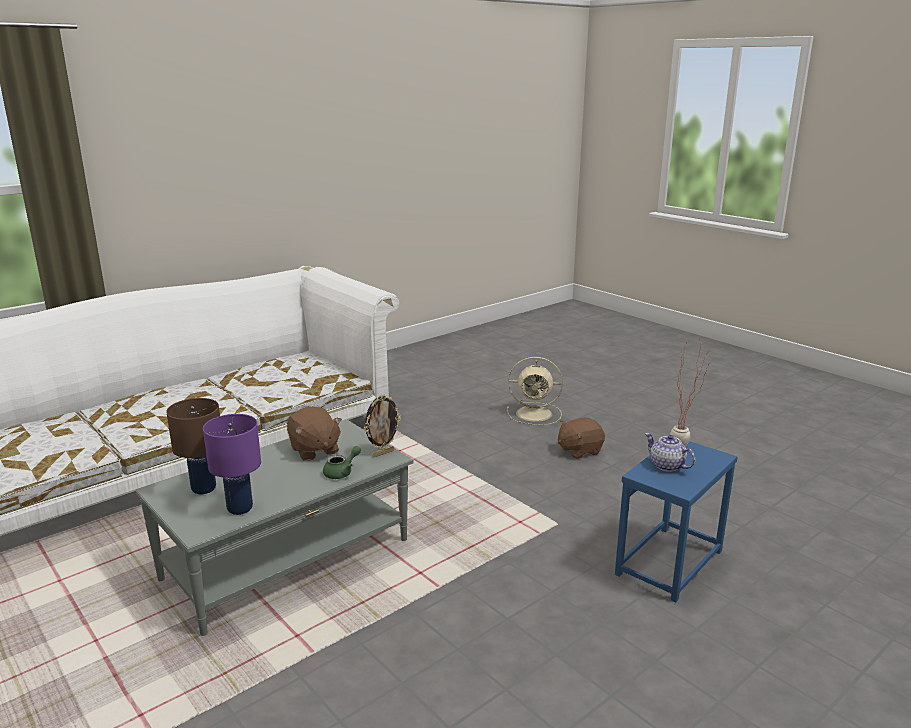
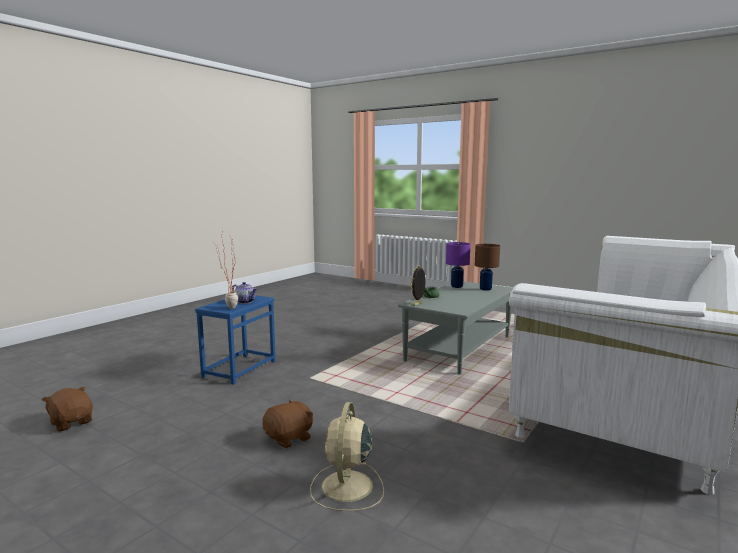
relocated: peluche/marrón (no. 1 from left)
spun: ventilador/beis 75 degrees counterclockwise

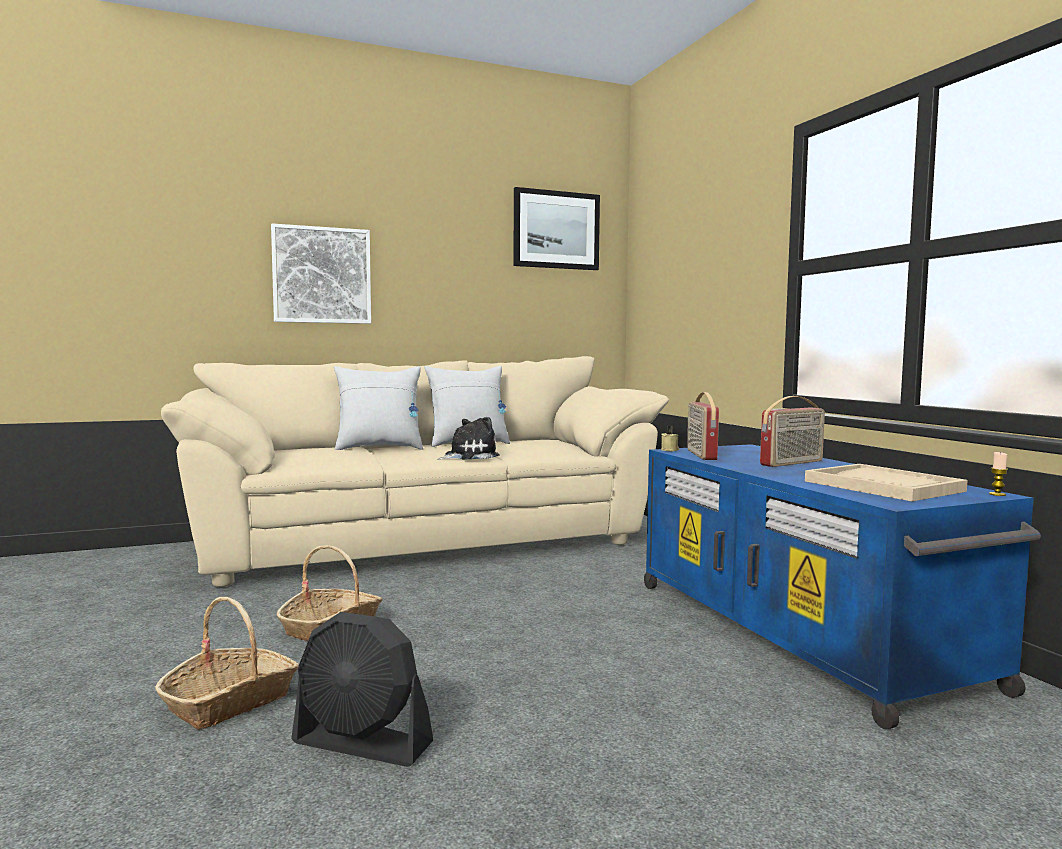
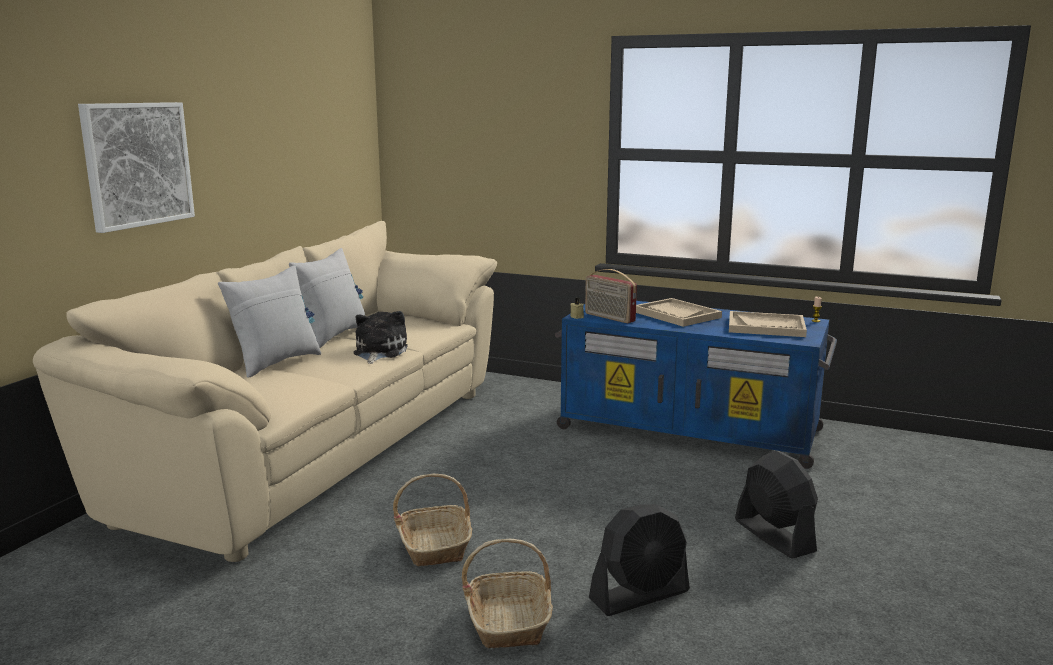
missing: cuadro (no. 2 from left)
appeared: ventilador/negro (no. 2 from left)
exchanged: radio (no. 2 from left) to bandeja/beis (no. 1 from left)

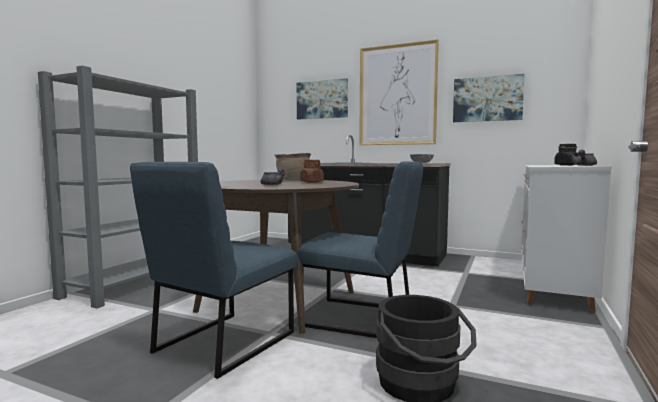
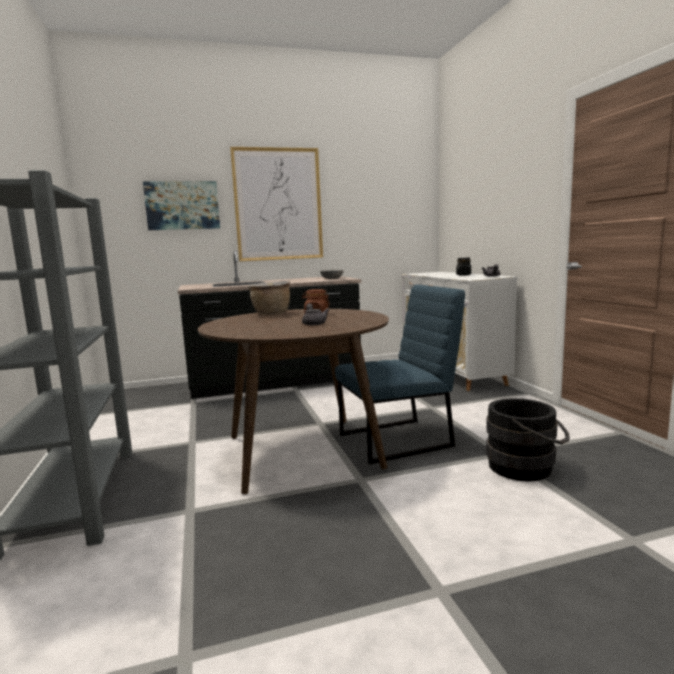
missing: cuadro (no. 3 from left); silla/azul (no. 1 from left)

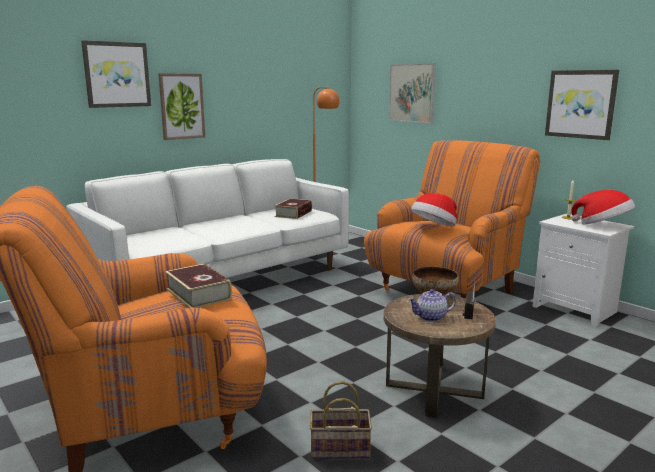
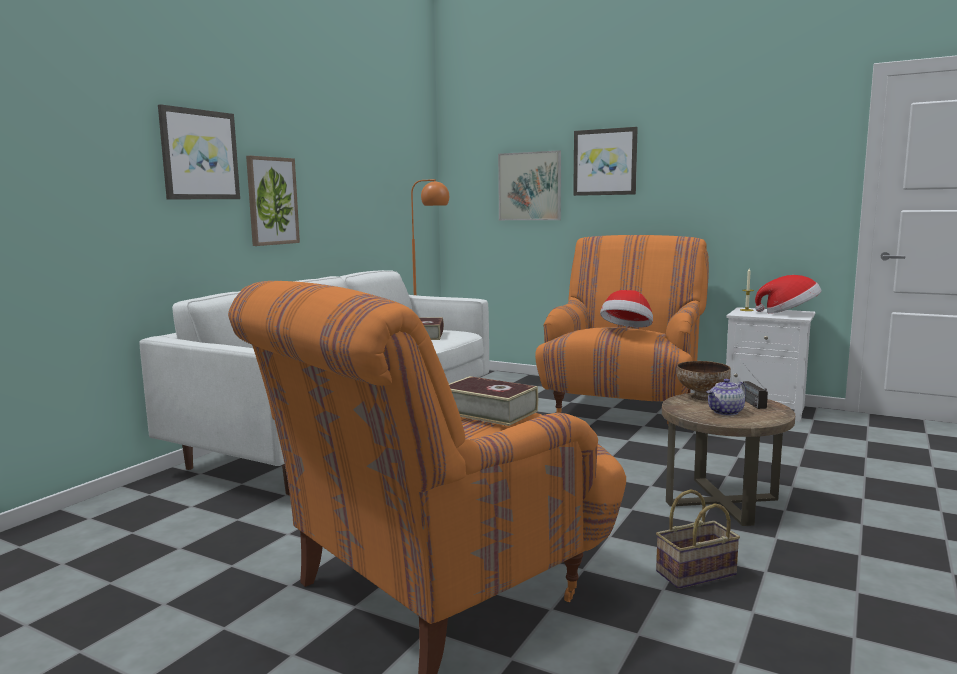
relocated: cuadro (no. 4 from left)

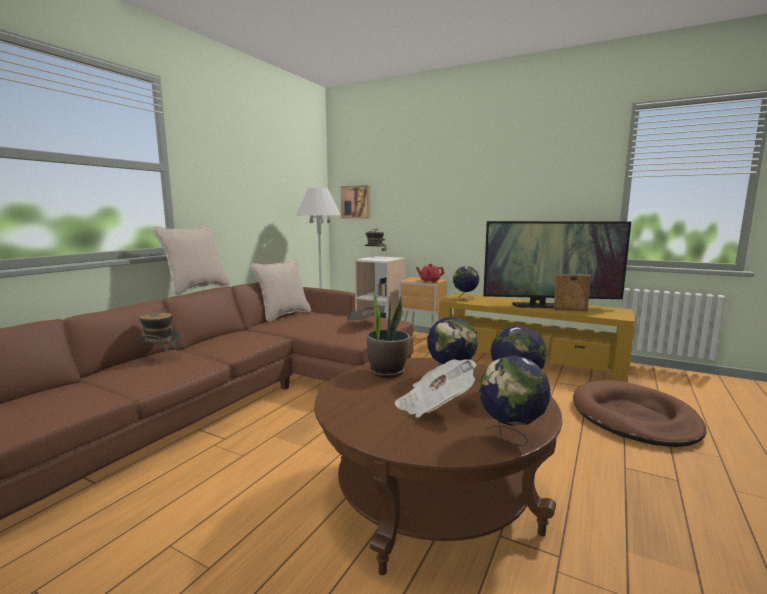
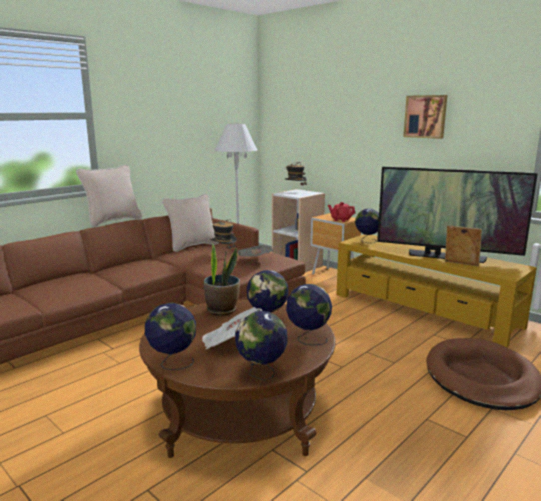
appeared: globo terráqueo (no. 1 from left)
relocated: cuadro; sombrero (no. 1 from left)

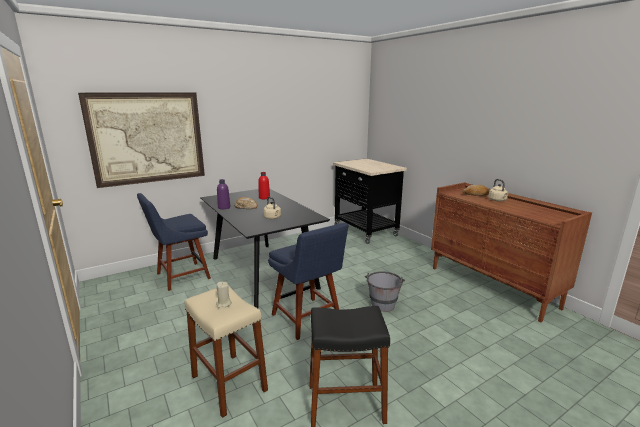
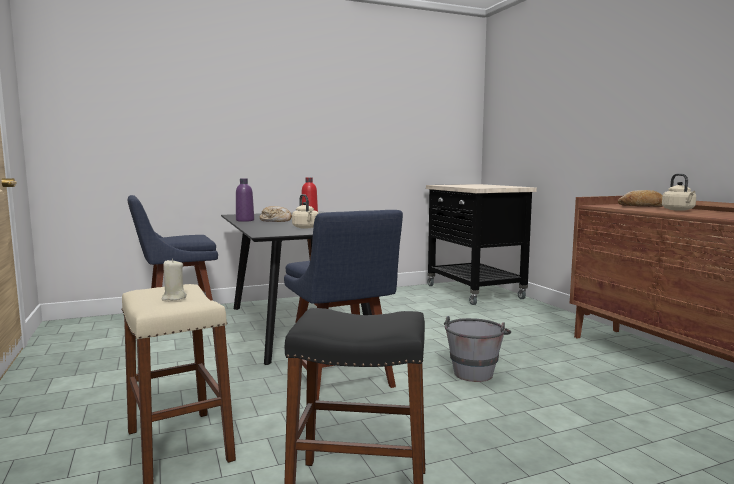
missing: cuadro

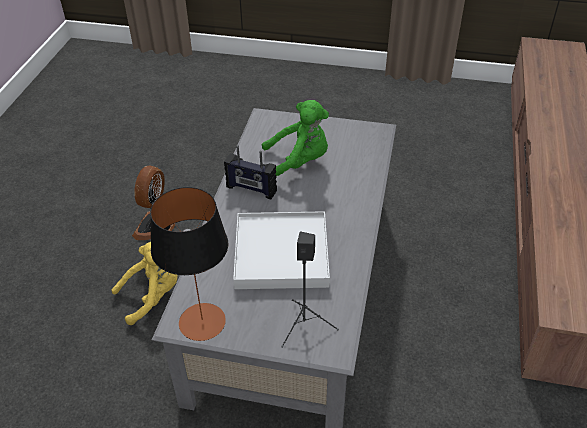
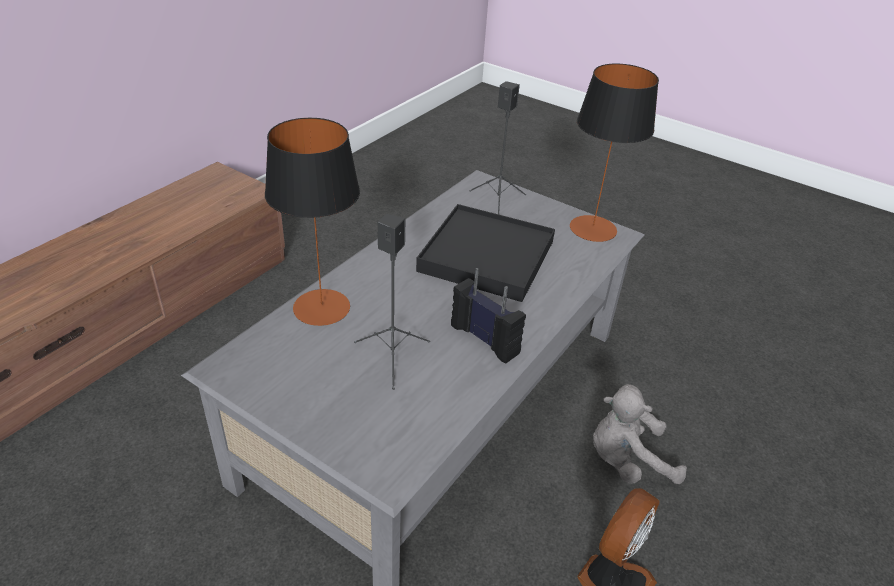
appeared: lámpara de mesa (no. 1 from left)
exchanged: peluche/verde to altavoz/negro (no. 1 from left)
colour: bandeja/blanco to bandeja/negro; peluche/amarillo to peluche/gris

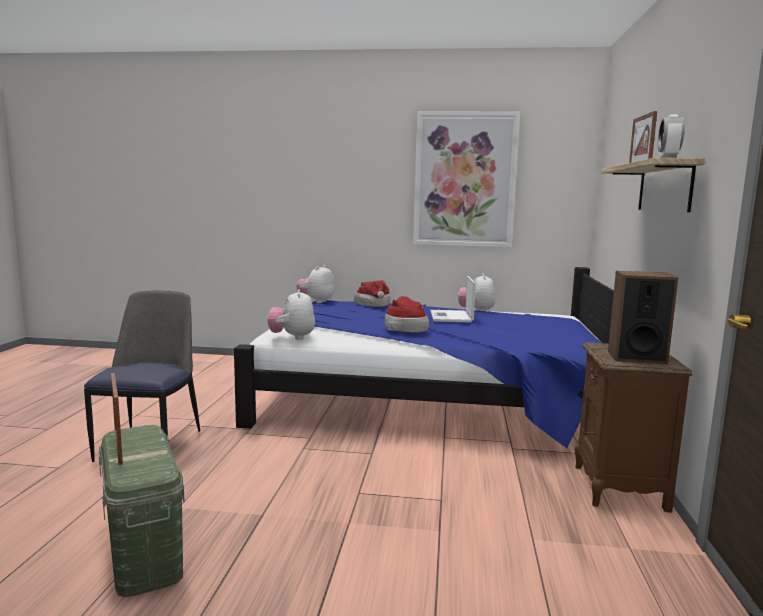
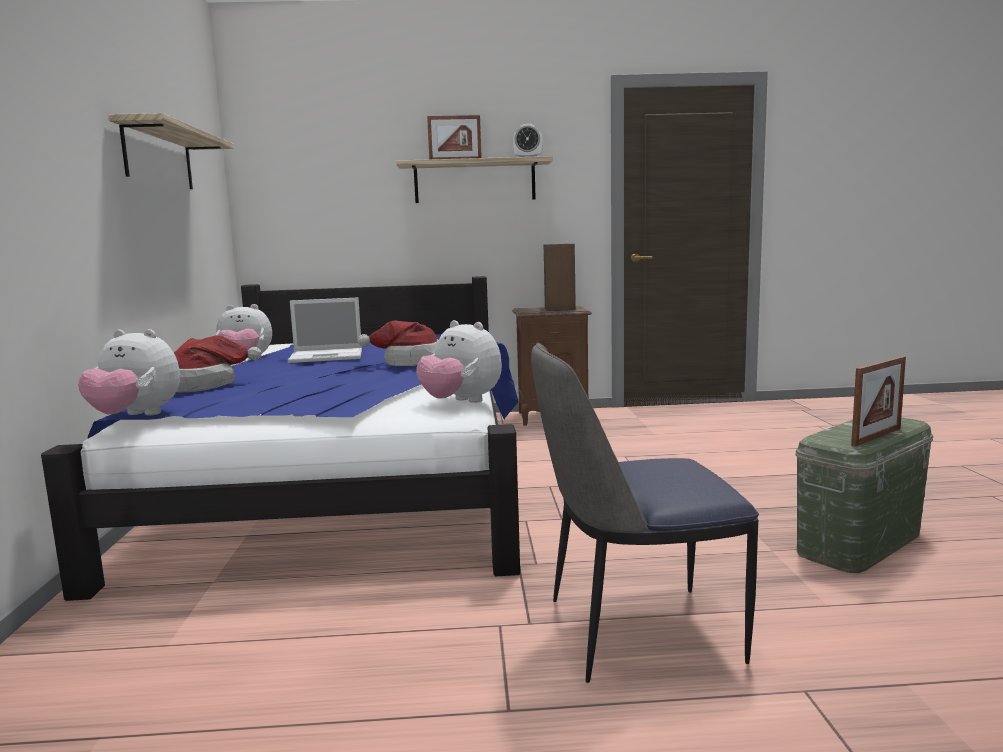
exchanged: cuadro to estante (no. 1 from left)
spun: peluche (no. 1 from left in the first image) 60 degrees clockwise

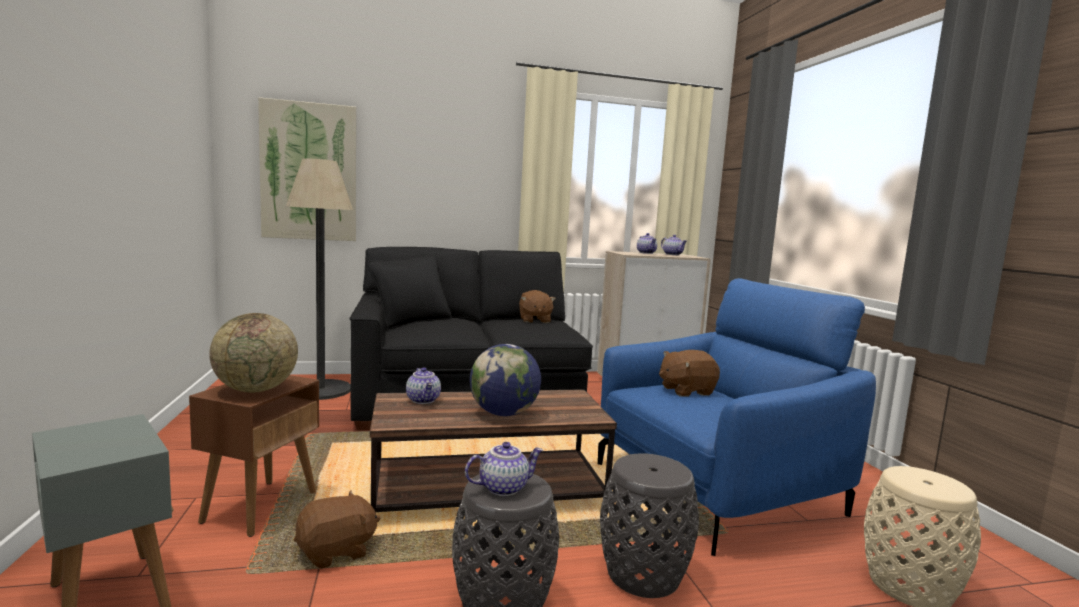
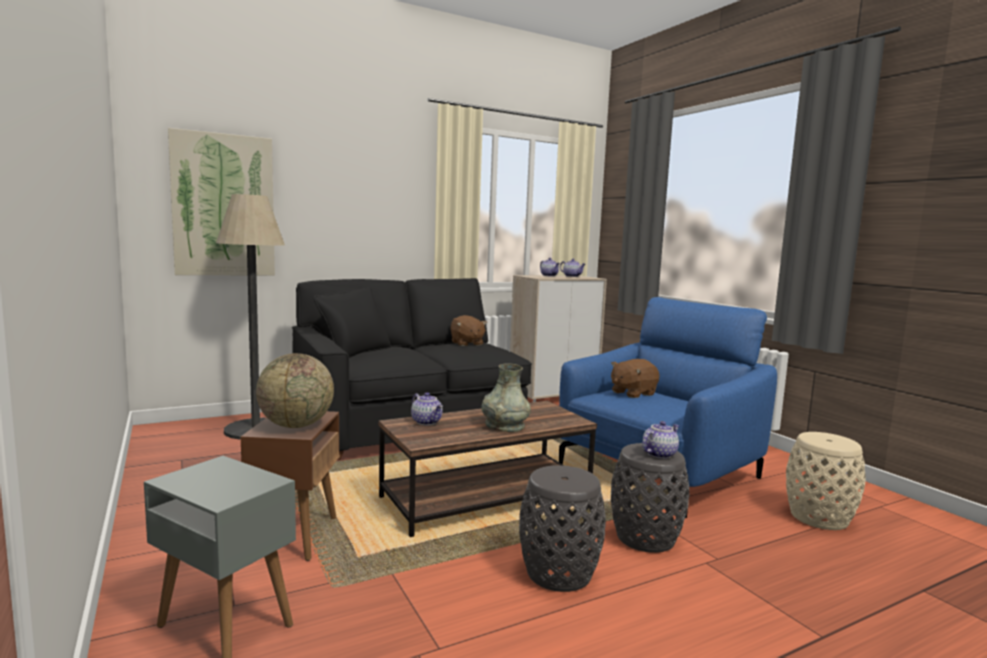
missing: peluche/marrón (no. 1 from left)
relocated: tetera (no. 2 from left in the first image) to tetera (no. 4 from left)
exchanged: globo terráqueo (no. 2 from left) to florero/gris

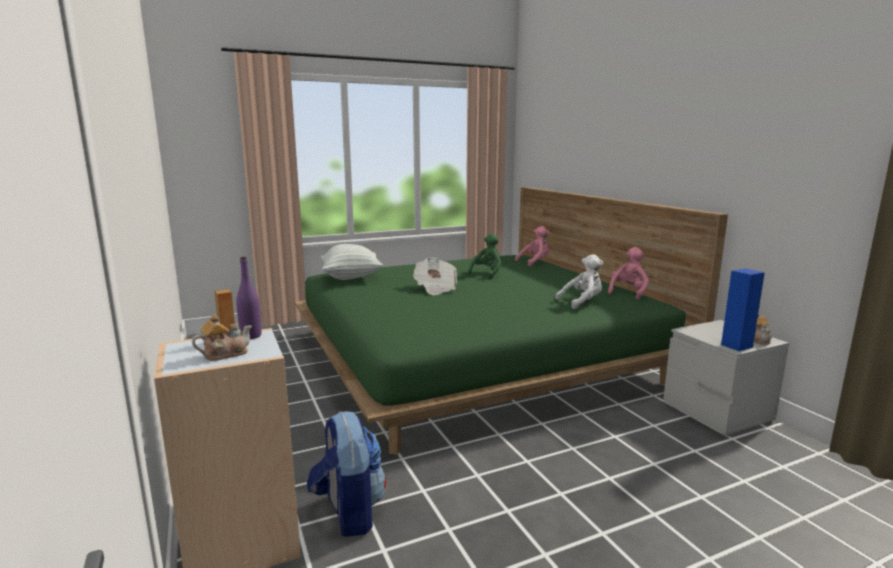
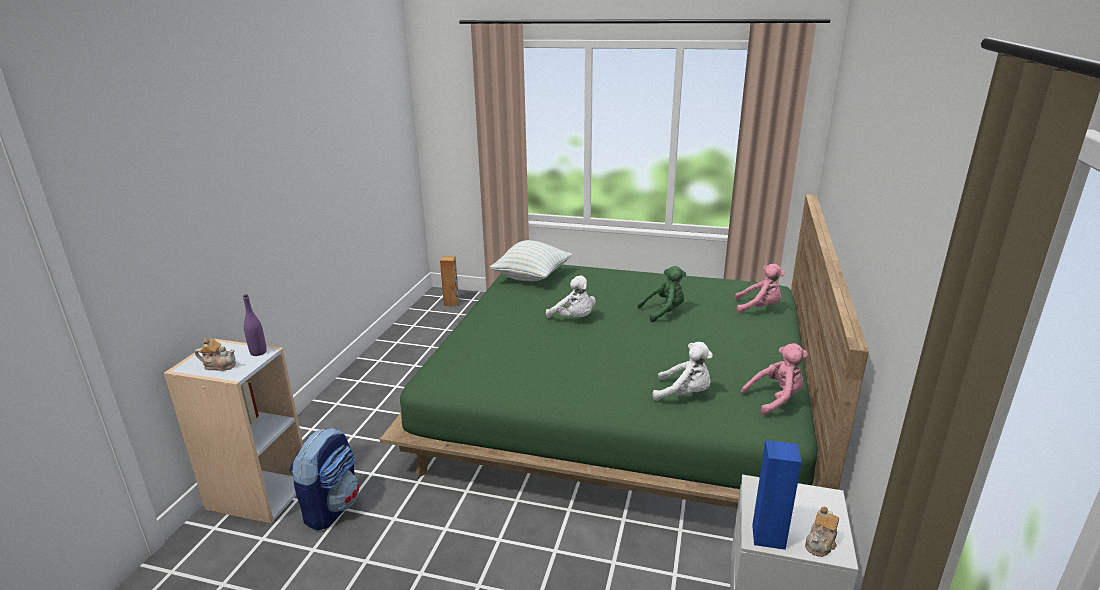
exchanged: periódico to peluche/blanco (no. 1 from left)

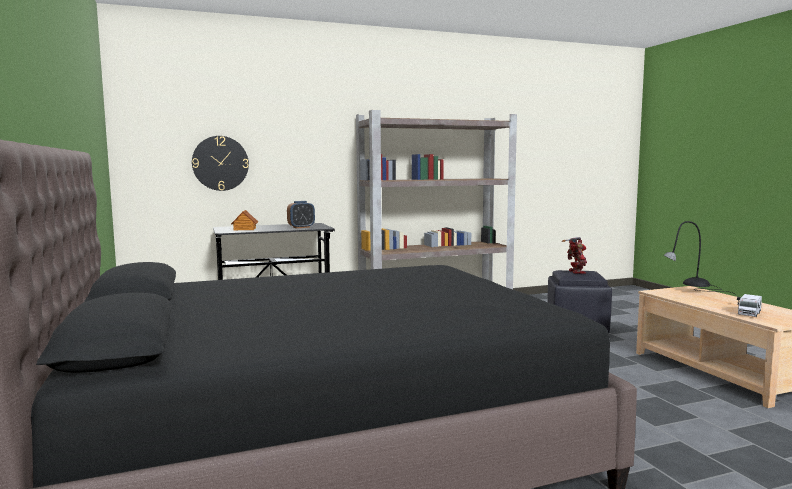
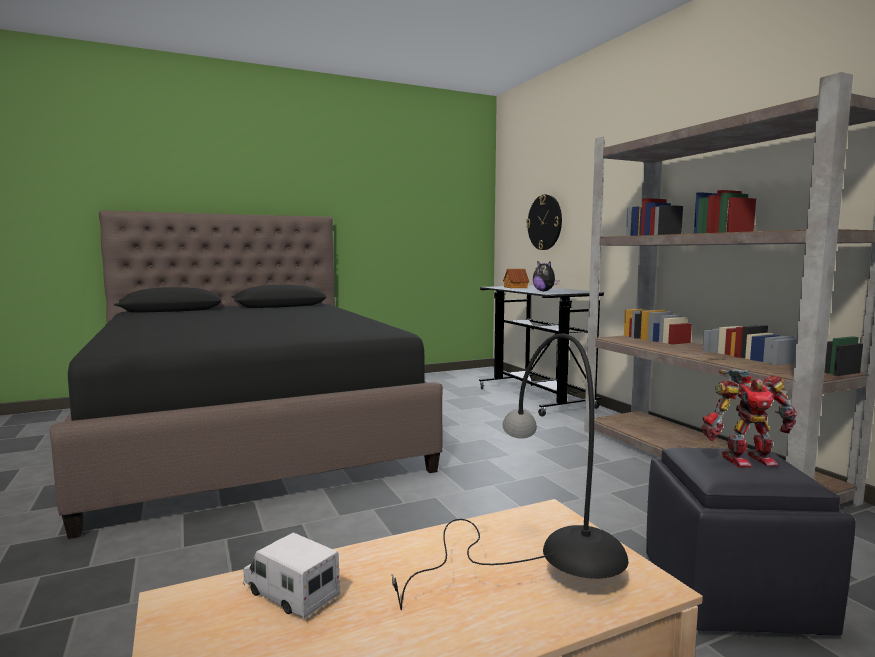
exchanged: despertador to peluche

